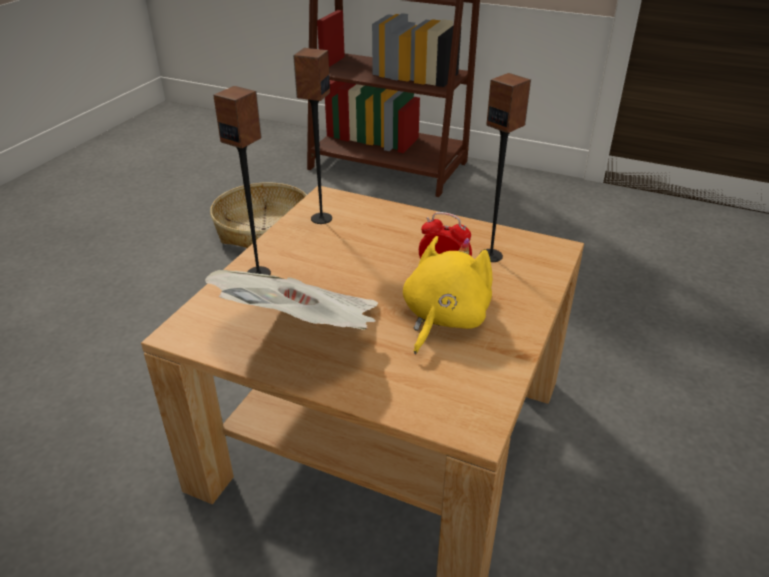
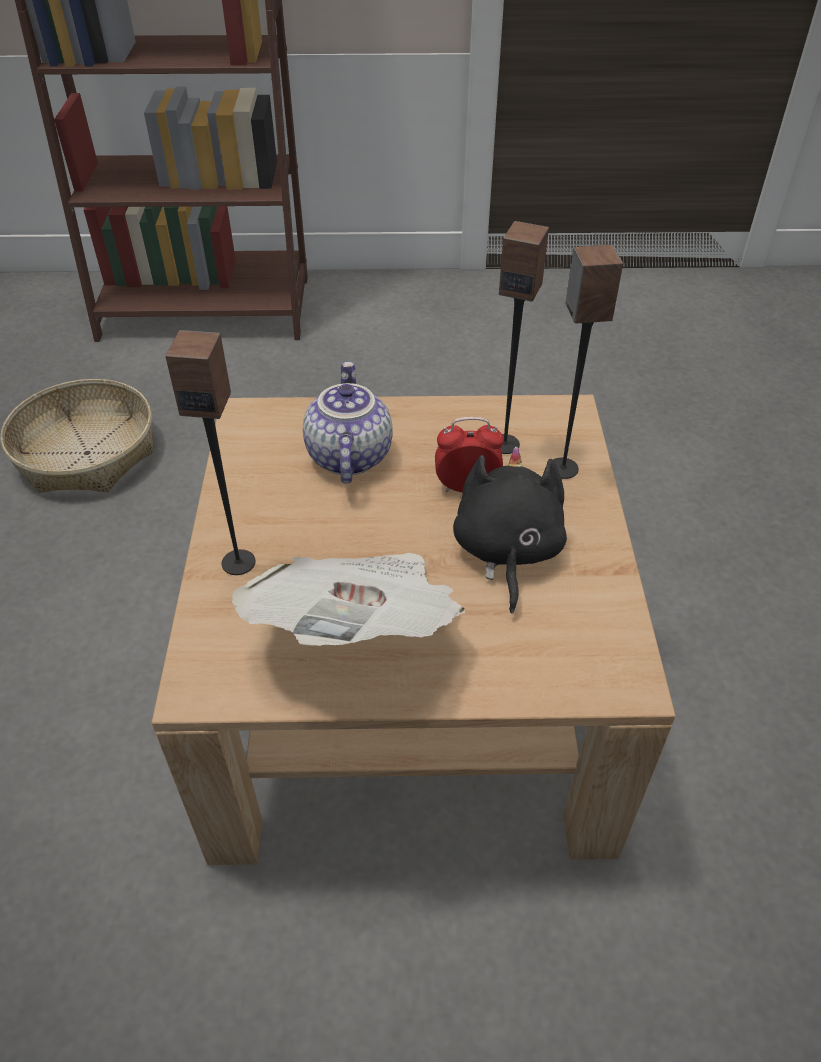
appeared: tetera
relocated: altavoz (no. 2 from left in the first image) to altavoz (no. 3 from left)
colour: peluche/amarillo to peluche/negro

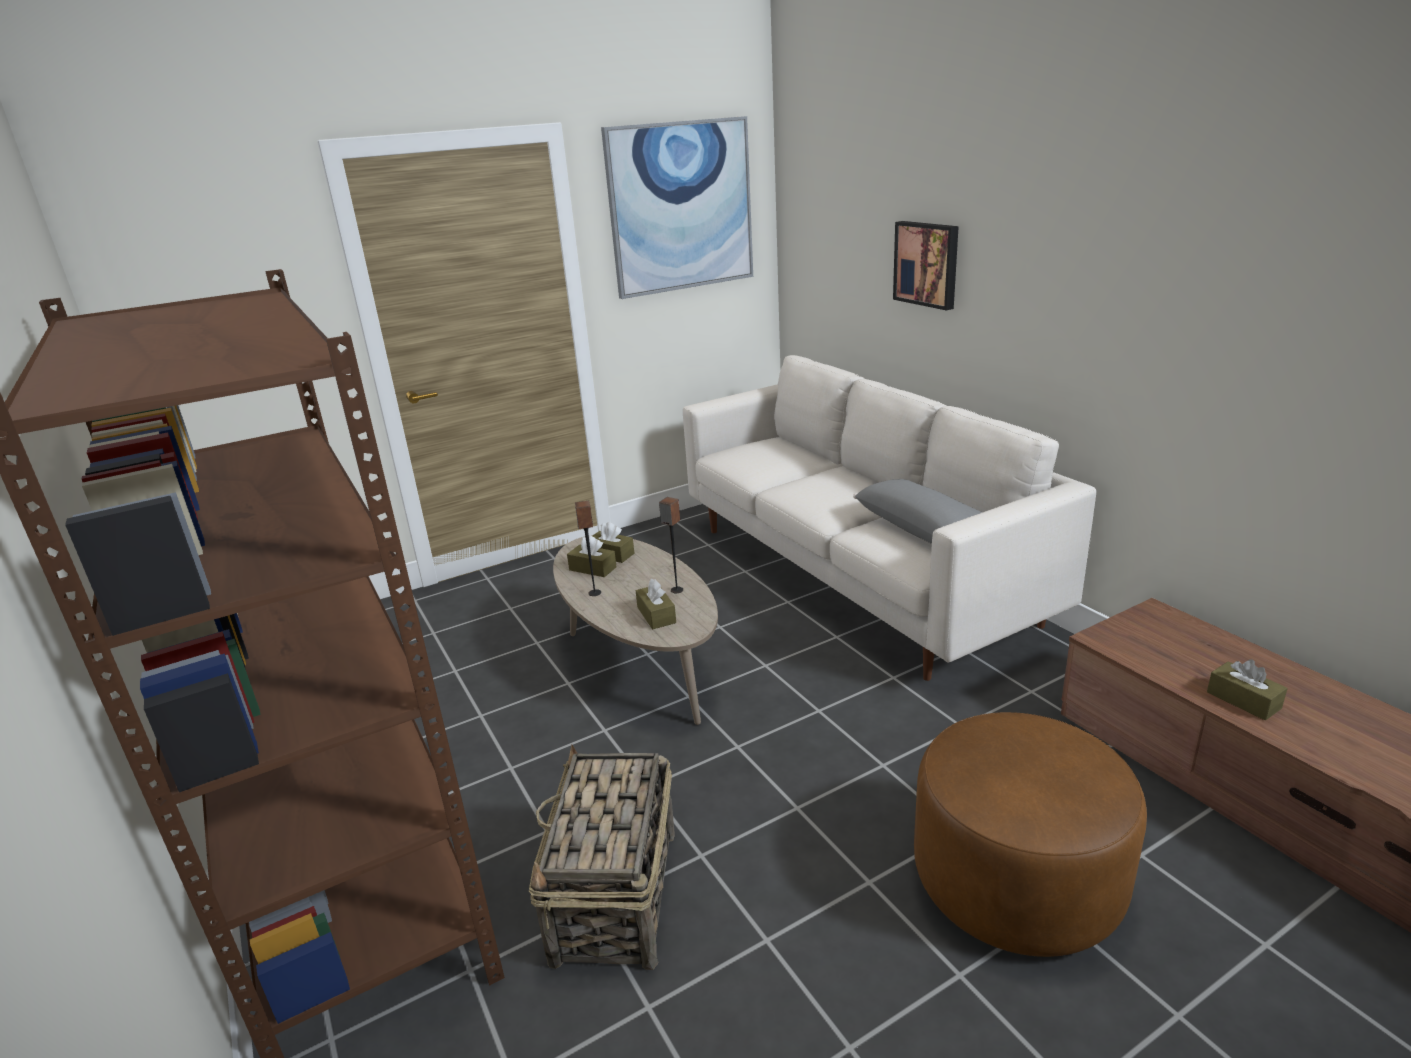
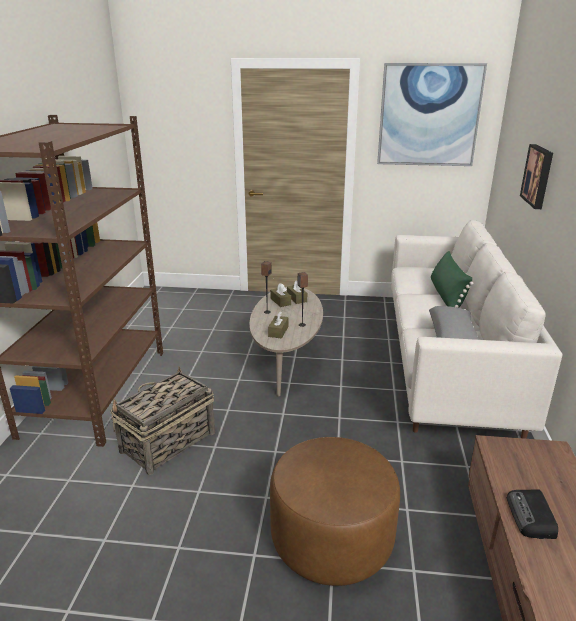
appeared: cojín/verde
exchanged: caja de pañuelos/marrón (no. 4 from left) to radio

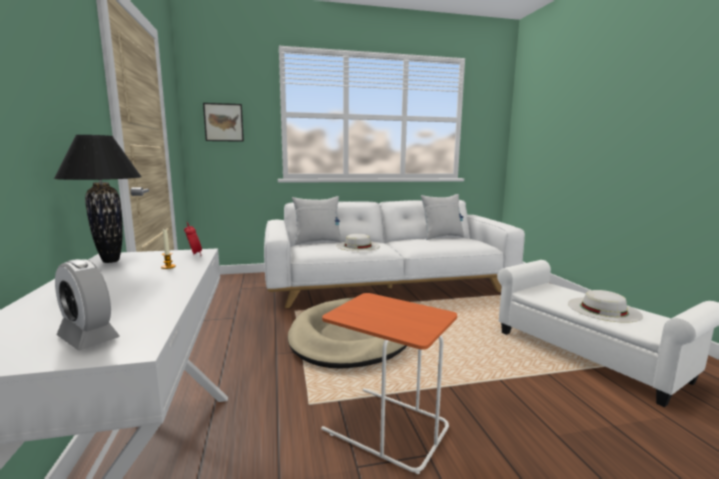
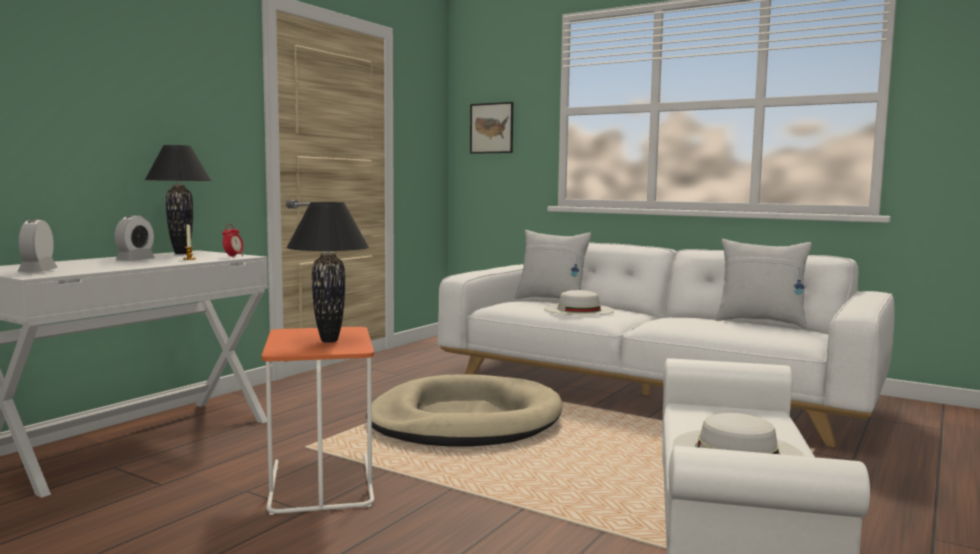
appeared: lámpara de mesa/negro (no. 2 from left); despertador (no. 2 from left)

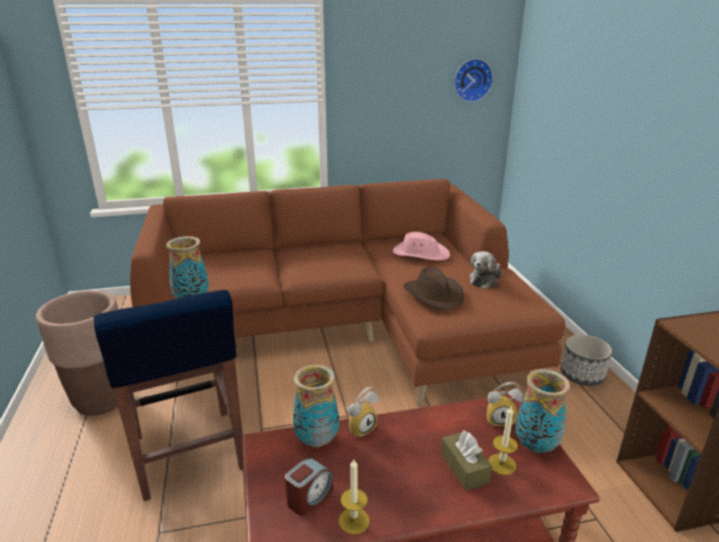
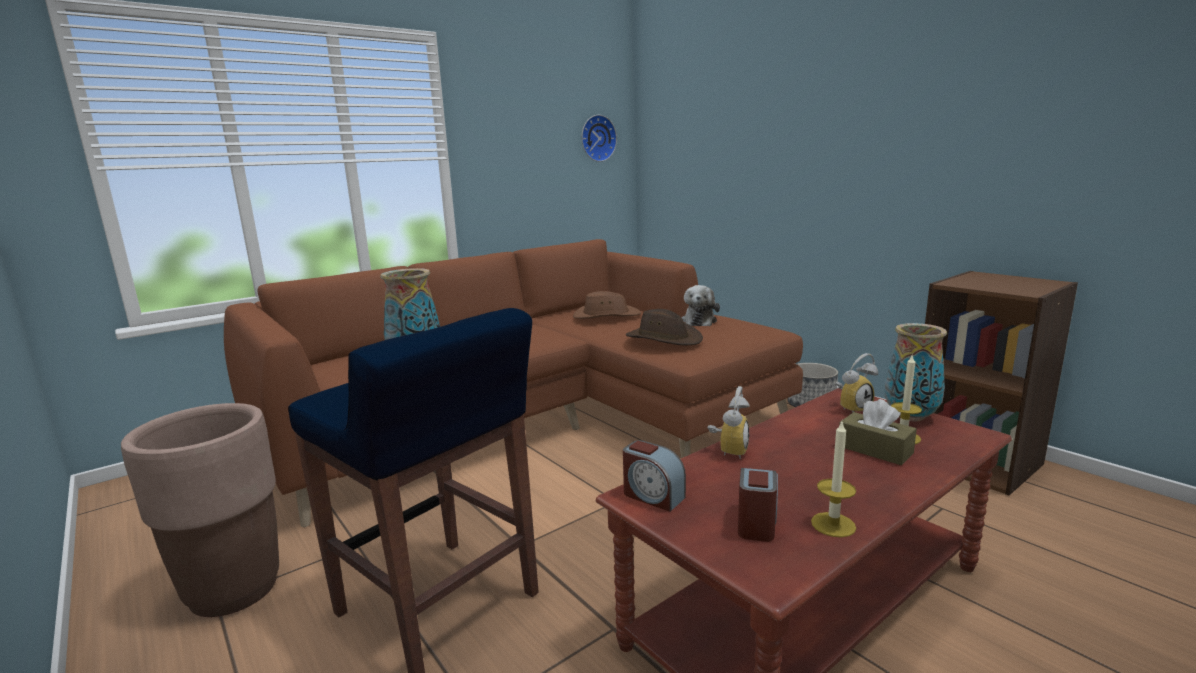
missing: florero (no. 2 from left)
appeared: despertador (no. 1 from left)
colour: sombrero/rosa to sombrero/marrón (no. 1 from left)

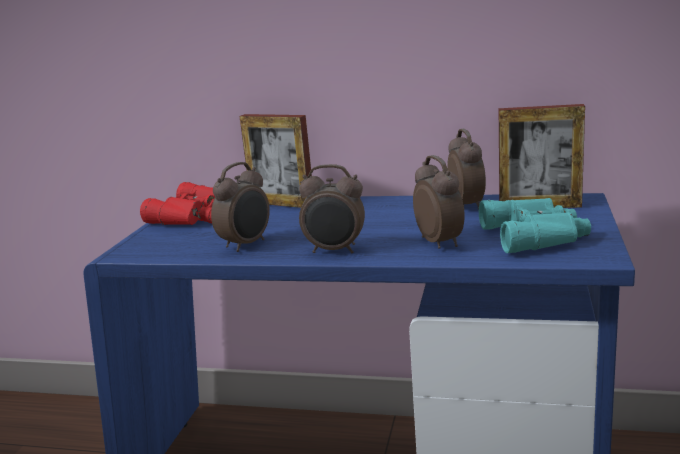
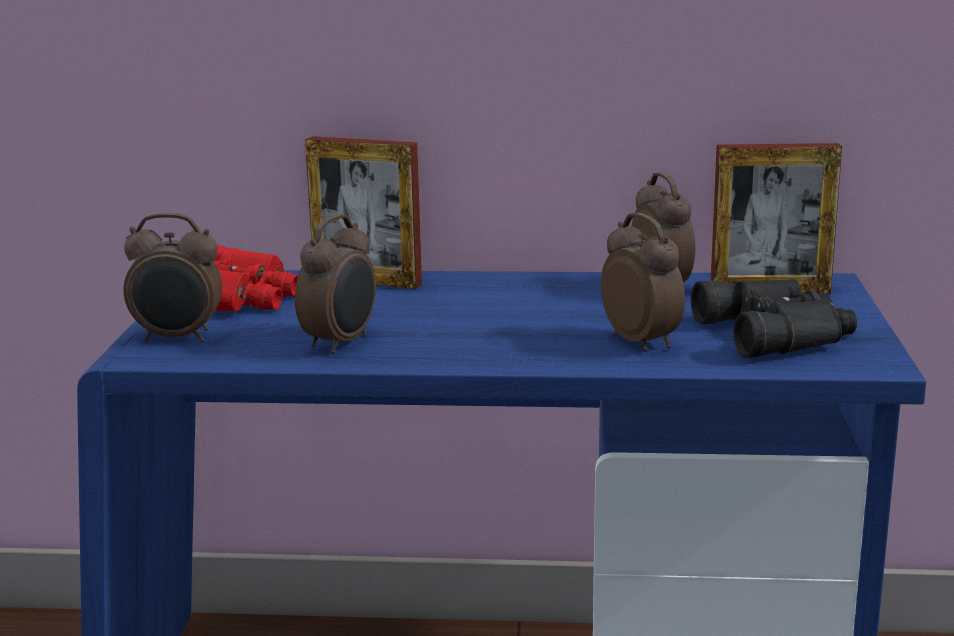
relocated: despertador (no. 2 from left in the first image) to despertador (no. 1 from left)
colour: prismáticos/turquesa to prismáticos/negro

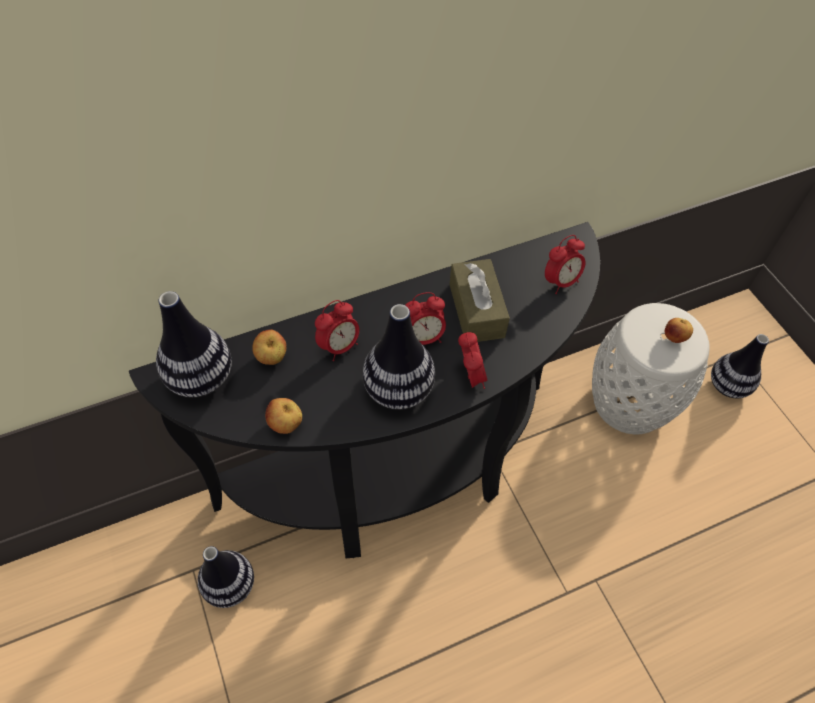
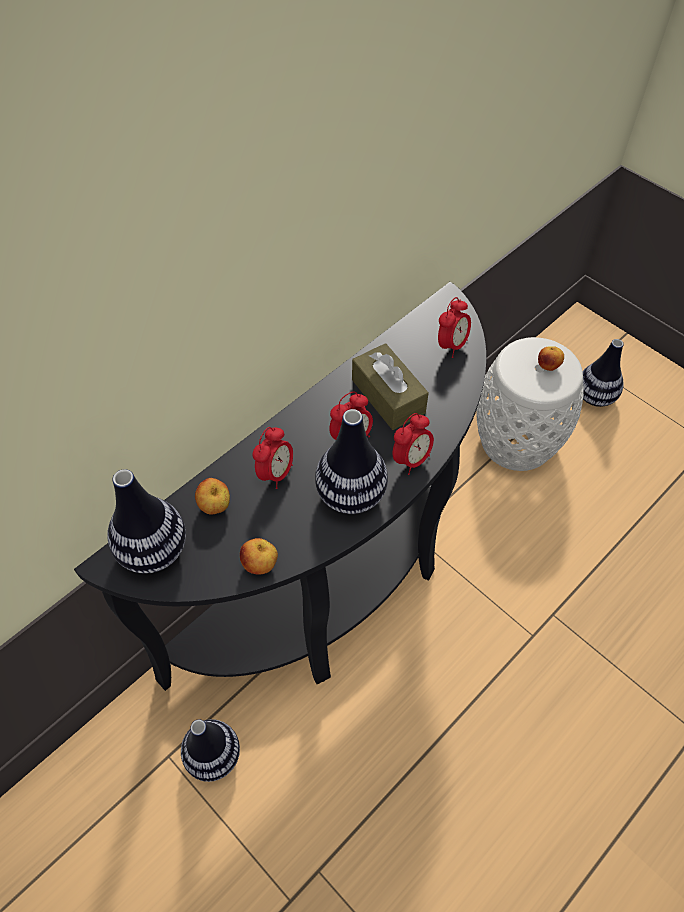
spun: despertador (no. 3 from left) 75 degrees clockwise

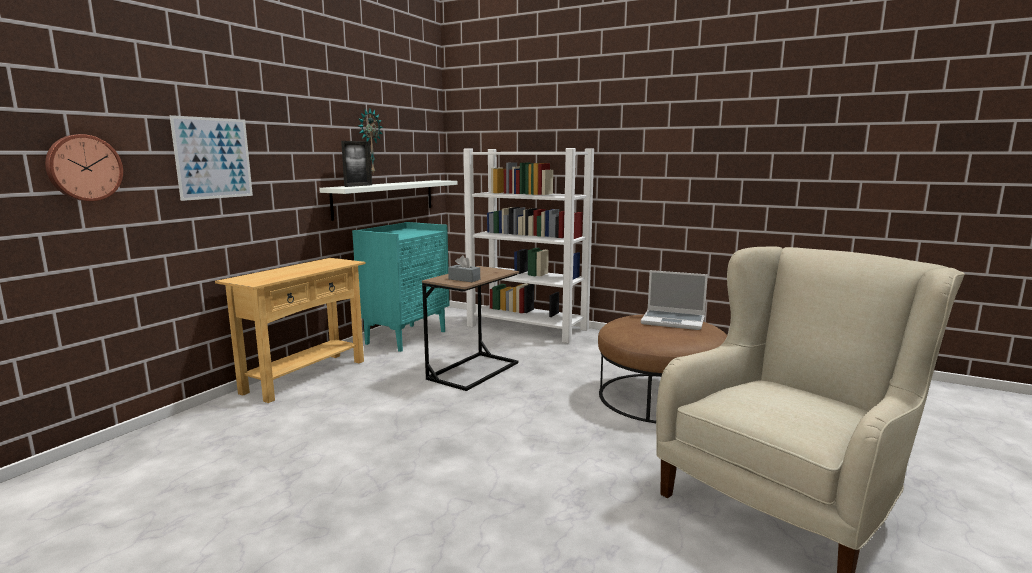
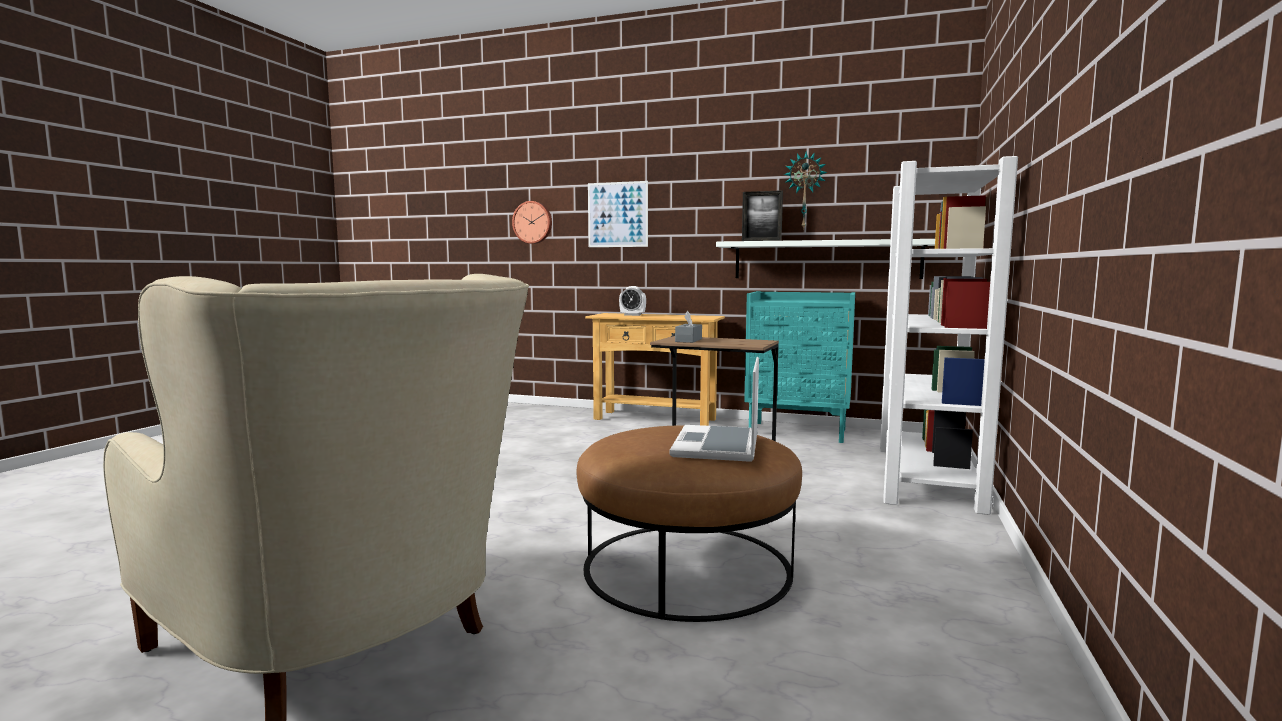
appeared: despertador

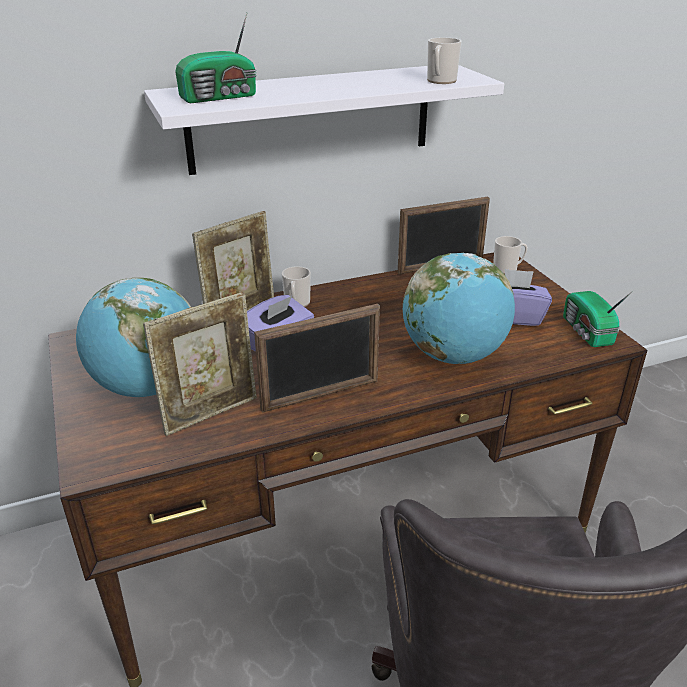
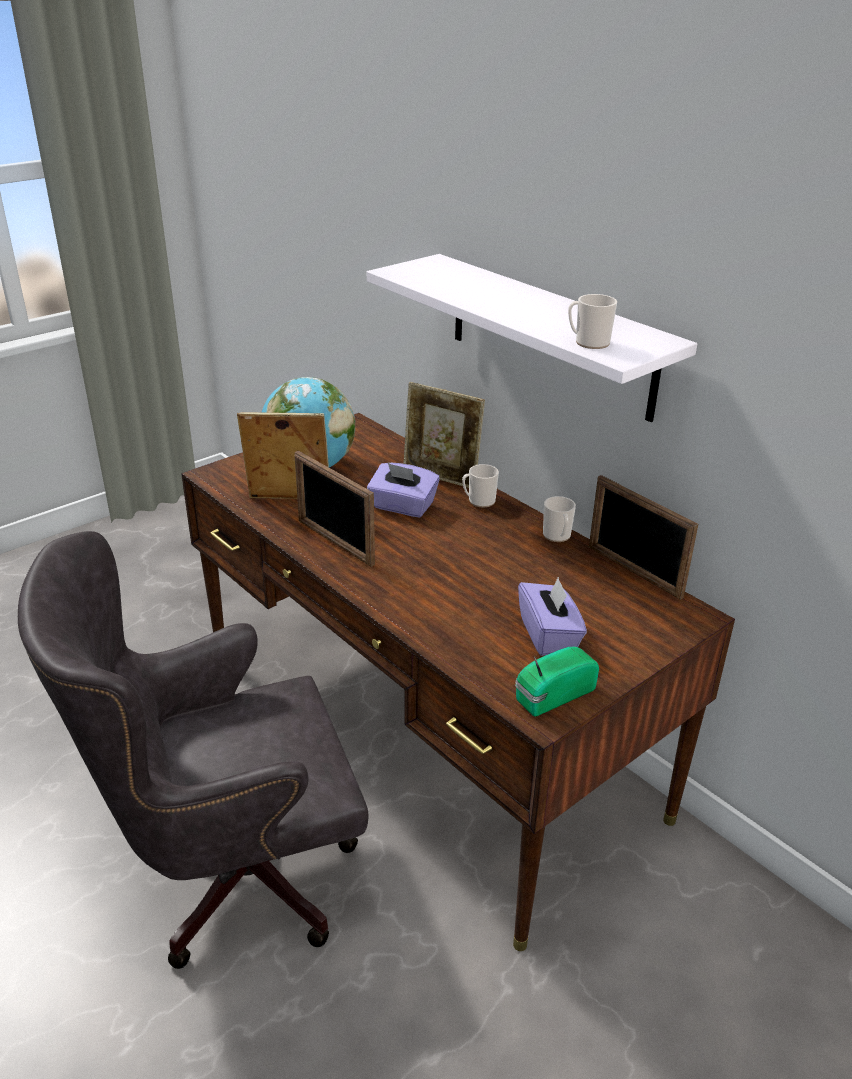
missing: radio (no. 1 from left); globo terráqueo (no. 2 from left)
relocated: taza grande (no. 3 from left in the first image) to taza grande (no. 2 from left)
spun: portarretratos (no. 1 from left) 150 degrees clockwise

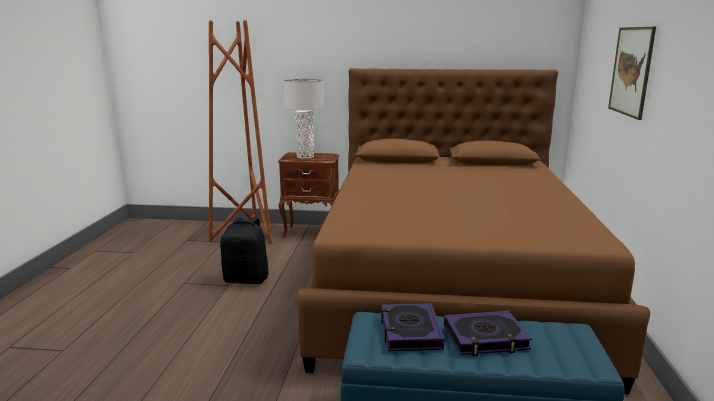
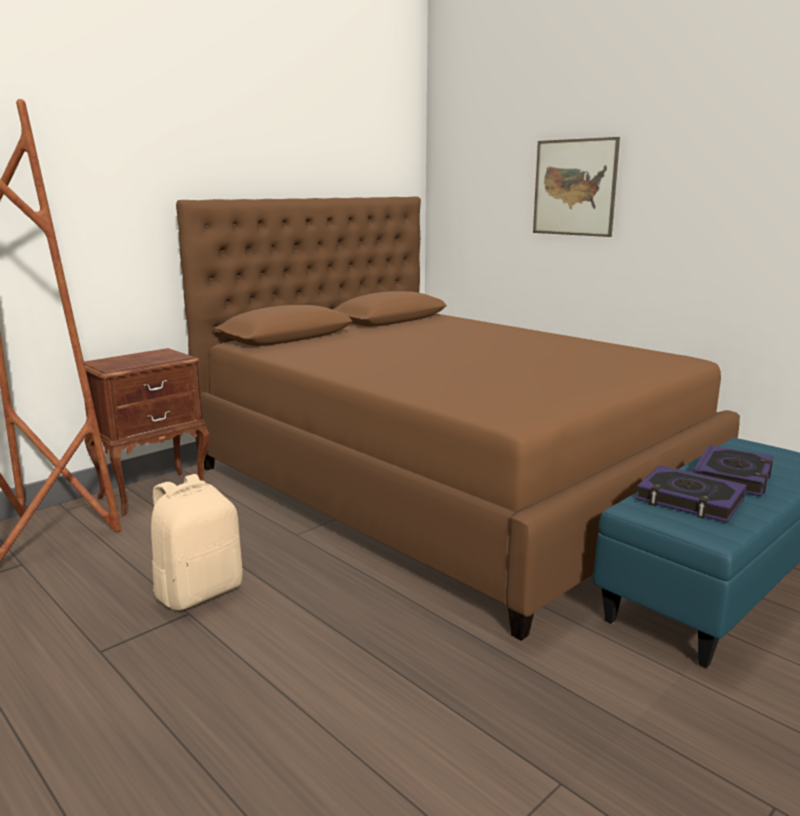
missing: lámpara de mesa/blanco
colour: mochila/negro to mochila/beis

